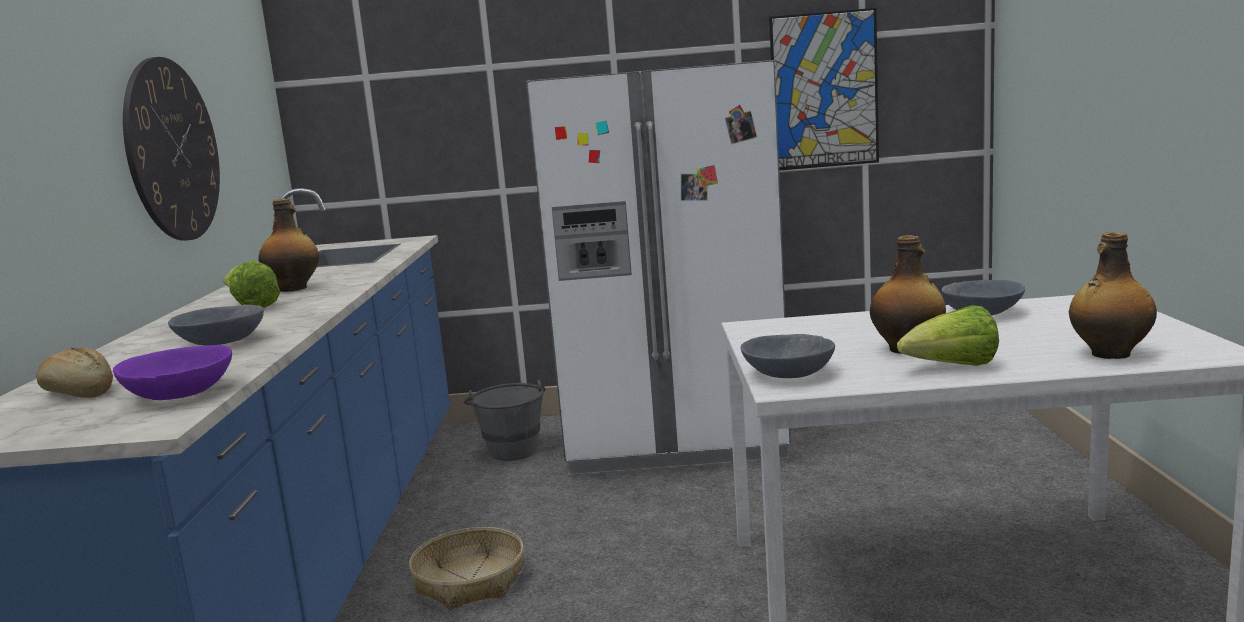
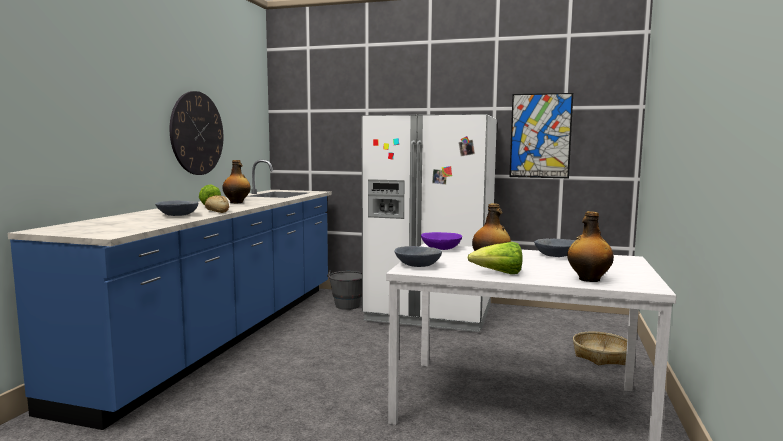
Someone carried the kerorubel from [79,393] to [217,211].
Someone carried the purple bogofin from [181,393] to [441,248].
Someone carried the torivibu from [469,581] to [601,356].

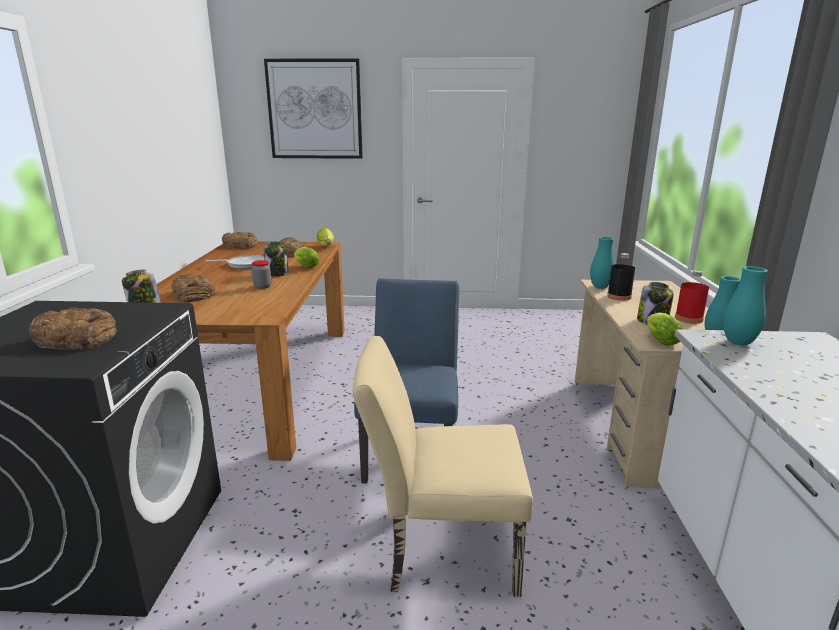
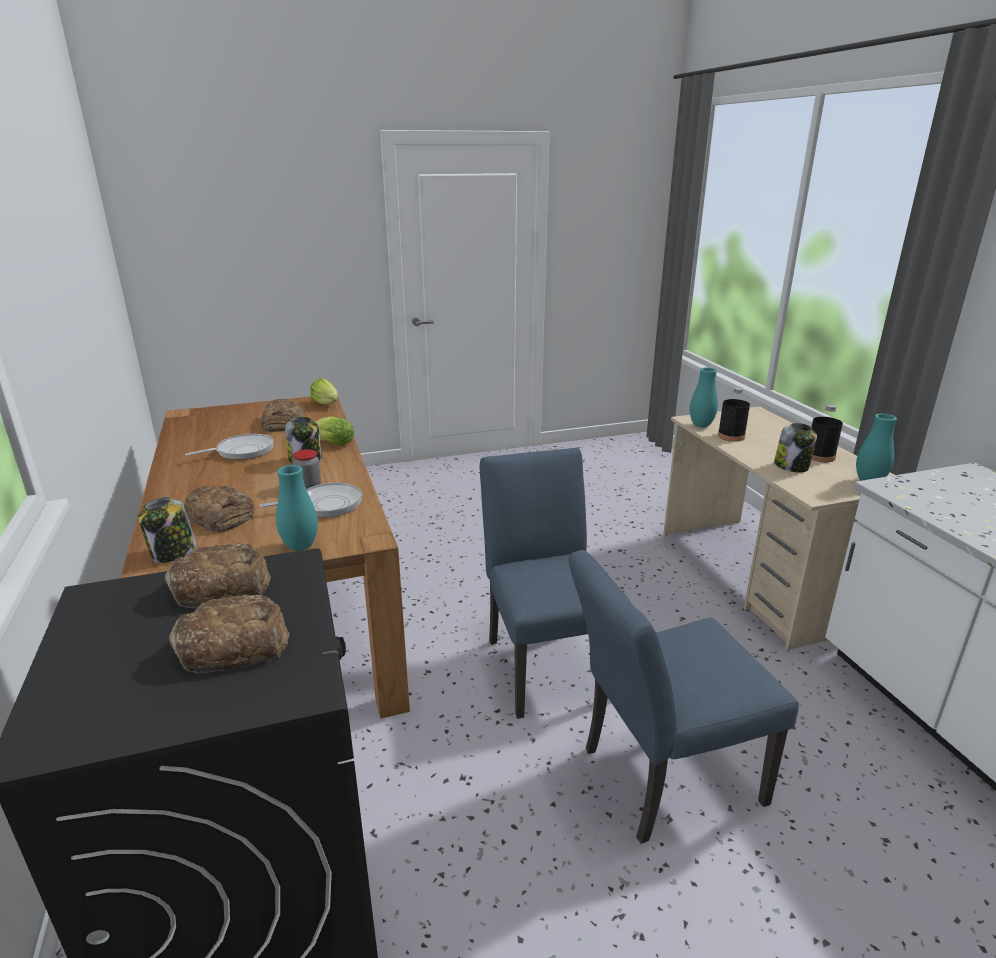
Someone carried the kerorubel from [240,245] to [221,586].
Someone put down the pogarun at [325,505].
Someone carried the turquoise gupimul from [738,342] to [300,547].
Someone repainted the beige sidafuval at [440,551], which became the blue sidafuval at [659,778].
Someone repainted the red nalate at [688,319], which became the black nalate at [820,456].
Someone took away the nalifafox at [315,109].
Someone took away the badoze at [659,340].

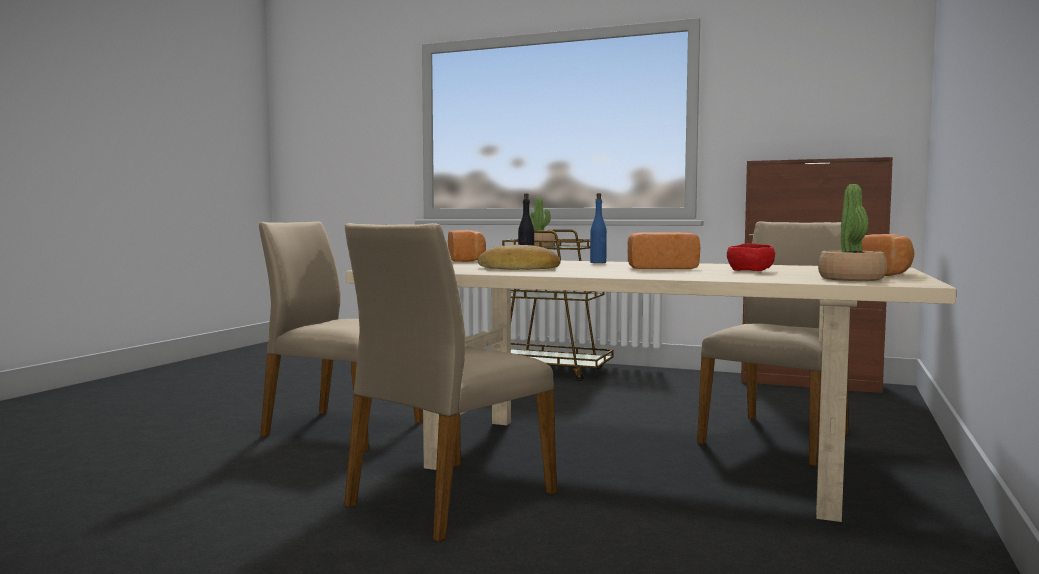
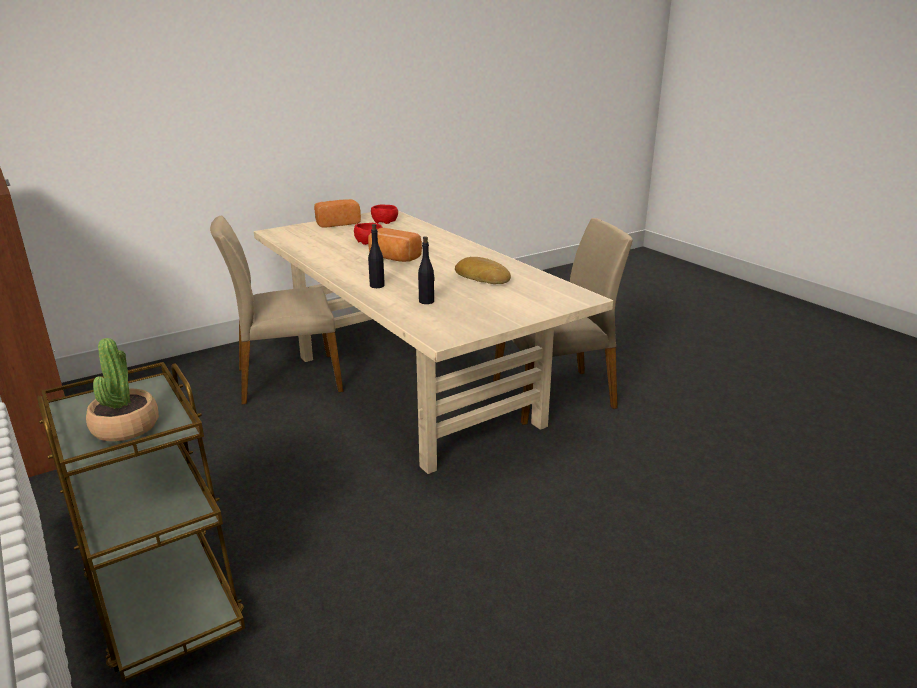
Someone repainted the blue nalate at [598,262], which became the black nalate at [377,285].
Someone swapped the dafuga at [851,279] for the red bogofin at [384,221].
Someone took away the beige sidafuval at [341,429].
Someone took away the kerorubel at [467,260].

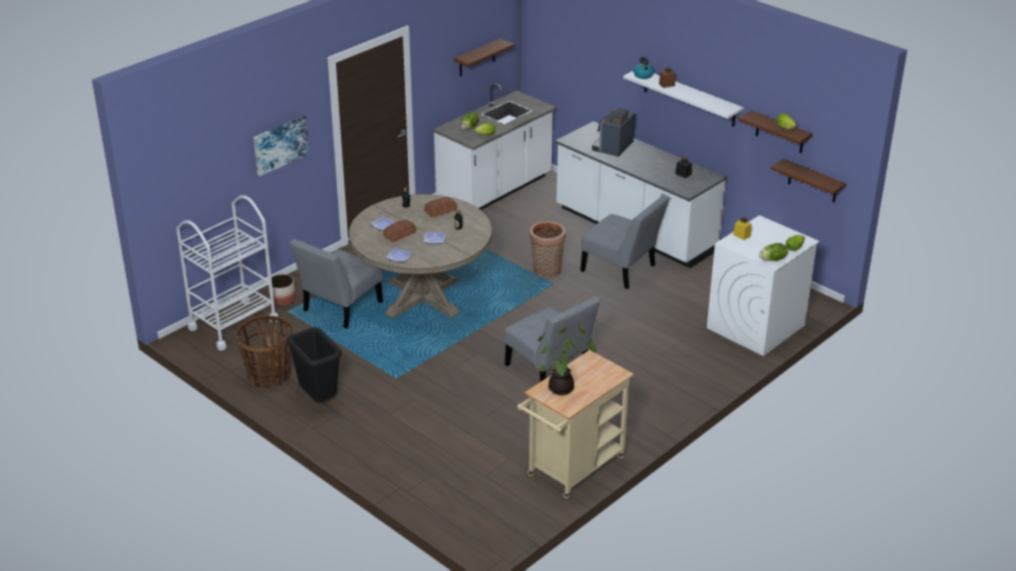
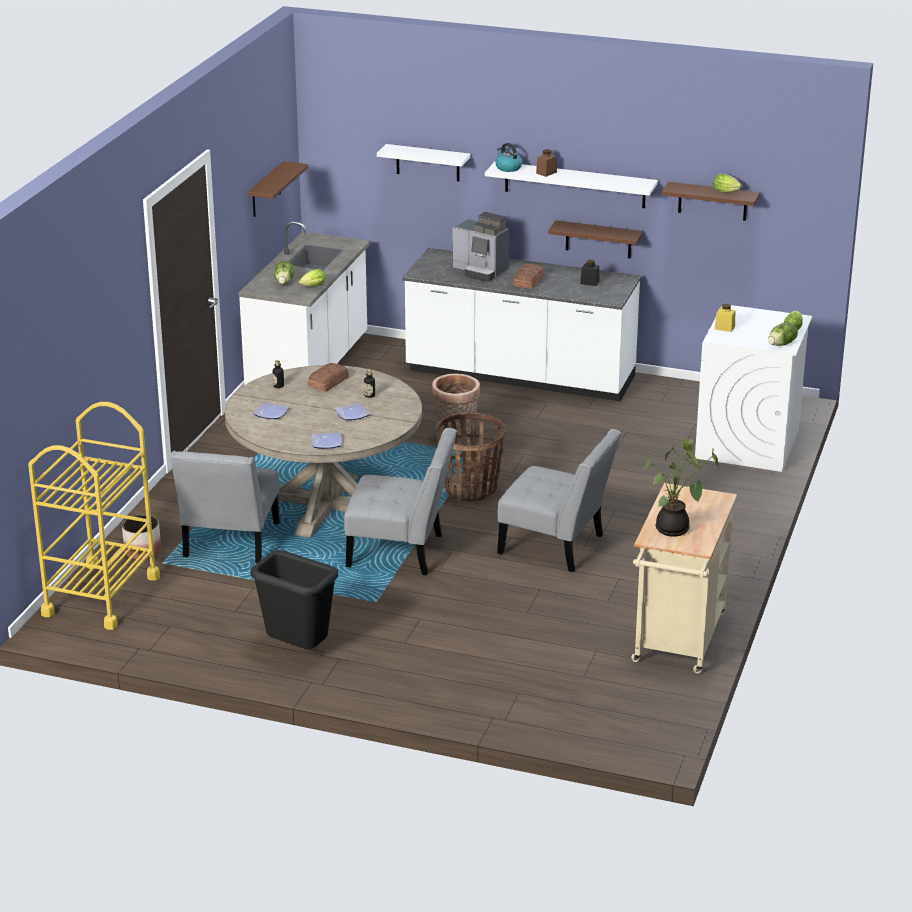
Someone repainted the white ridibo at [233,324], which became the yellow ridibo at [101,595].
Someone carried the grey sidafuval from [621,270] to [401,552].
Someone put up the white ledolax at [428,163].
Someone carried the torivibu from [269,375] to [470,489].
Someone rotated the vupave at [613,148] by 60 degrees counterclockwise.
Someone carried the kerorubel from [400,234] to [529,281].
Someone carried the brown ledolax from [812,181] to [598,239].
Someone took away the nalifafox at [280,144].

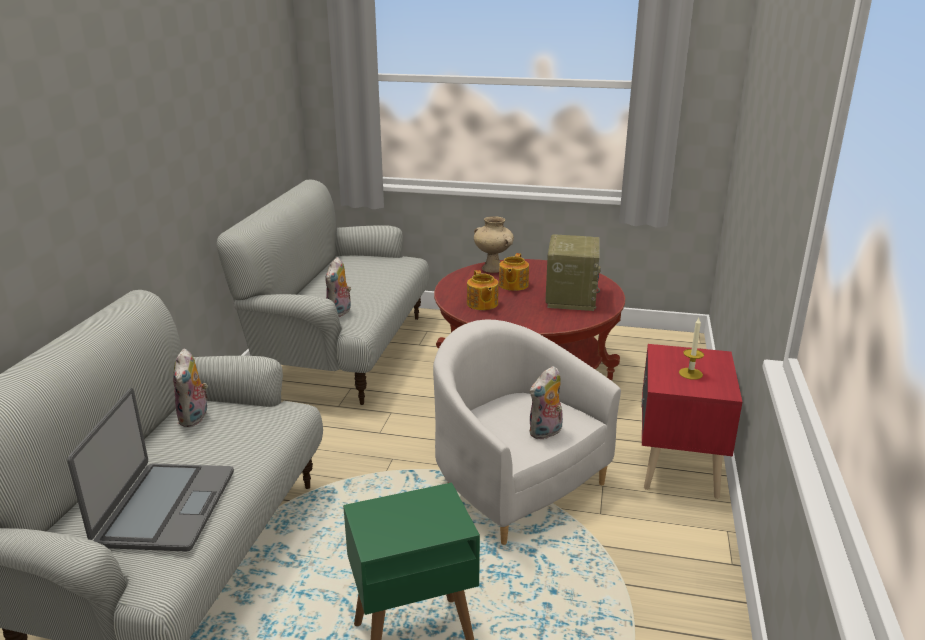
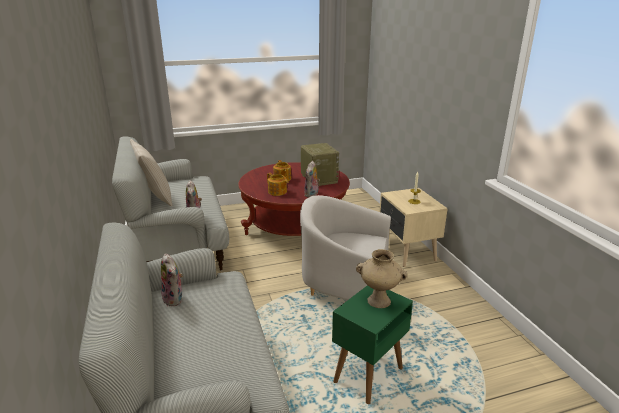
Someone put down the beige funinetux at [154,198].
Someone carried the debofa from [546,433] to [312,195].
Someone carried the beige gupimul from [493,268] to [379,301].
Someone repainted the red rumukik at [677,466], which became the beige rumukik at [407,252].
Someone took away the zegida at [165,507].

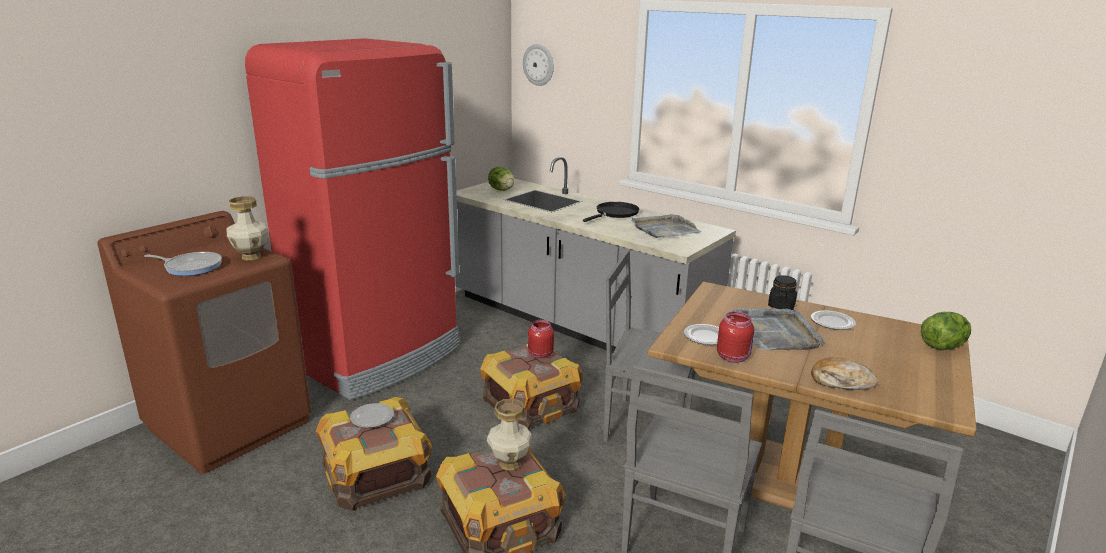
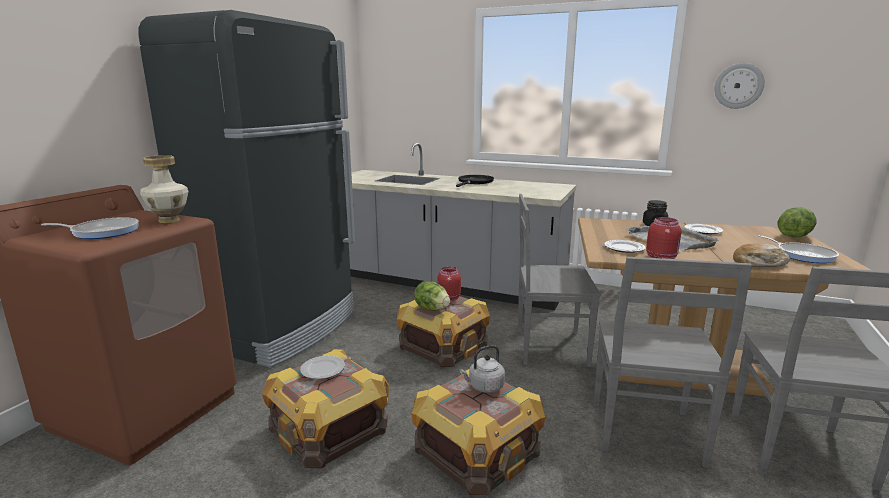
Someone repainted the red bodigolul at [378,356], which became the black bodigolul at [281,328].
Someone carried the badoze from [501,190] to [432,309].
Someone swapped the gupimul at [509,464] for the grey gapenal at [484,387].
Someone carried the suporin from [539,65] to [738,86].
Someone put down the pogarun at [802,255].
Someone took away the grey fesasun at [664,229].

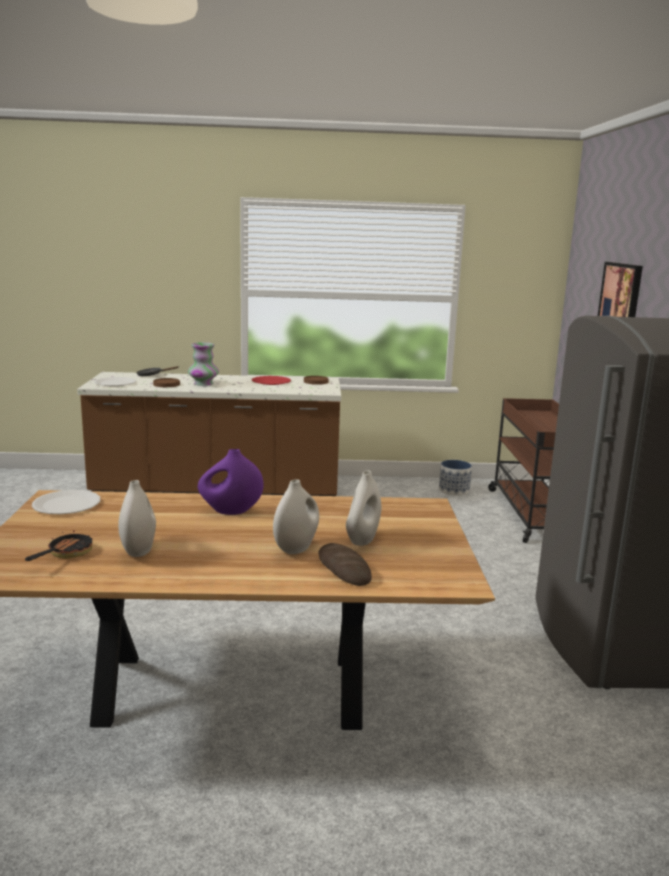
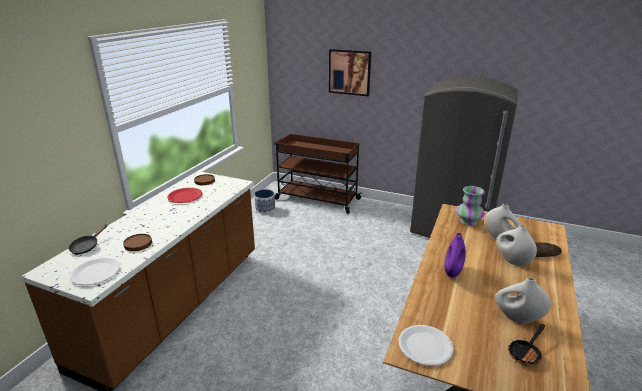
Someone carried the gupimul from [203,384] to [468,221].
Someone rotated the pogarun at [66,554] by 90 degrees counterclockwise.

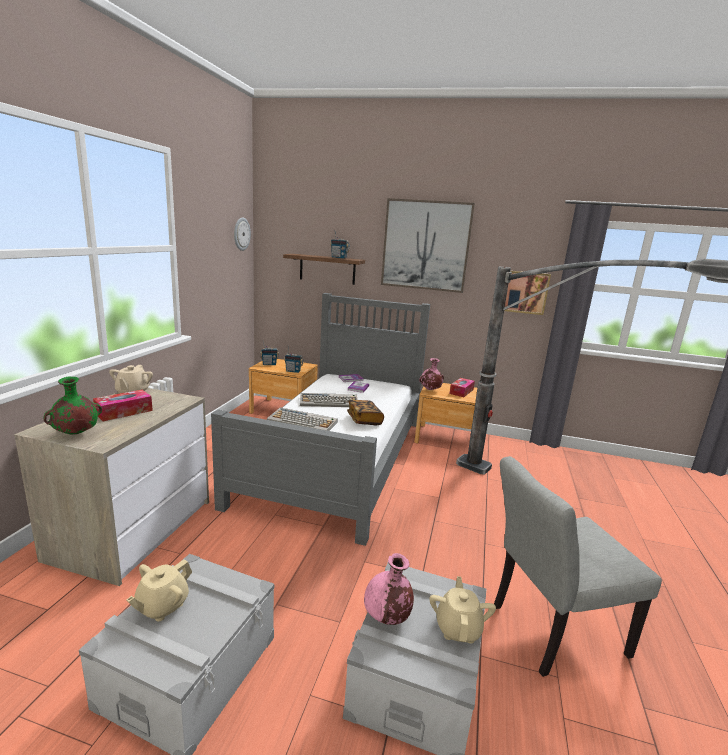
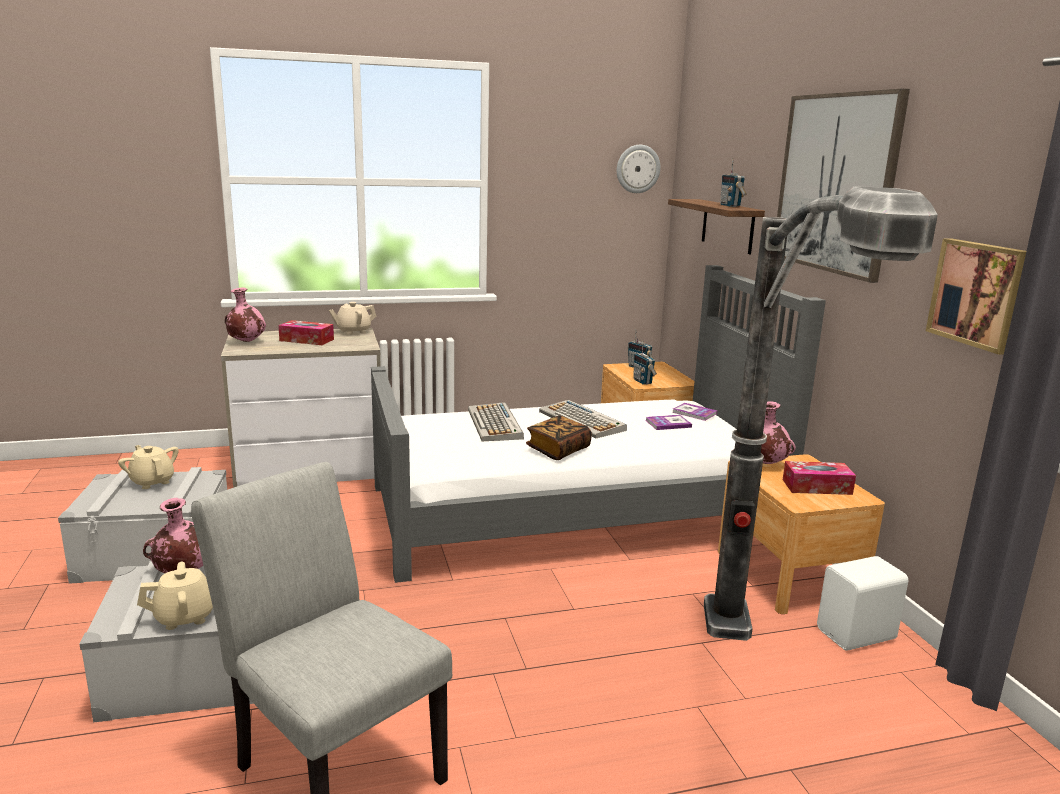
Someone rotated the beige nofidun at [162,606] by 45 degrees clockwise.
Someone repainted the green gupimul at [75,434], which became the pink gupimul at [246,342].
Someone put down the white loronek at [858,635].

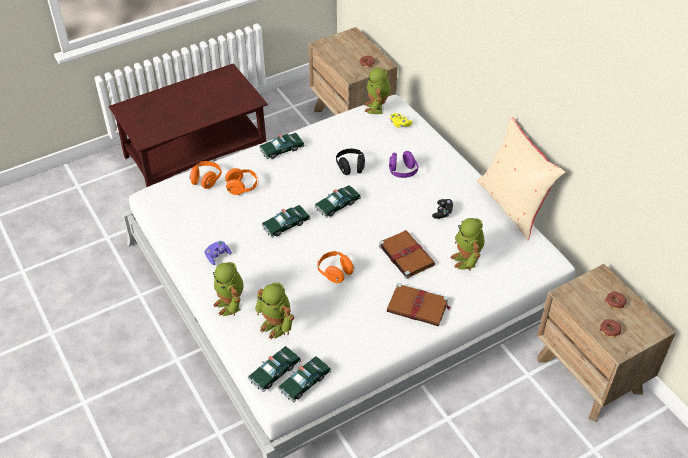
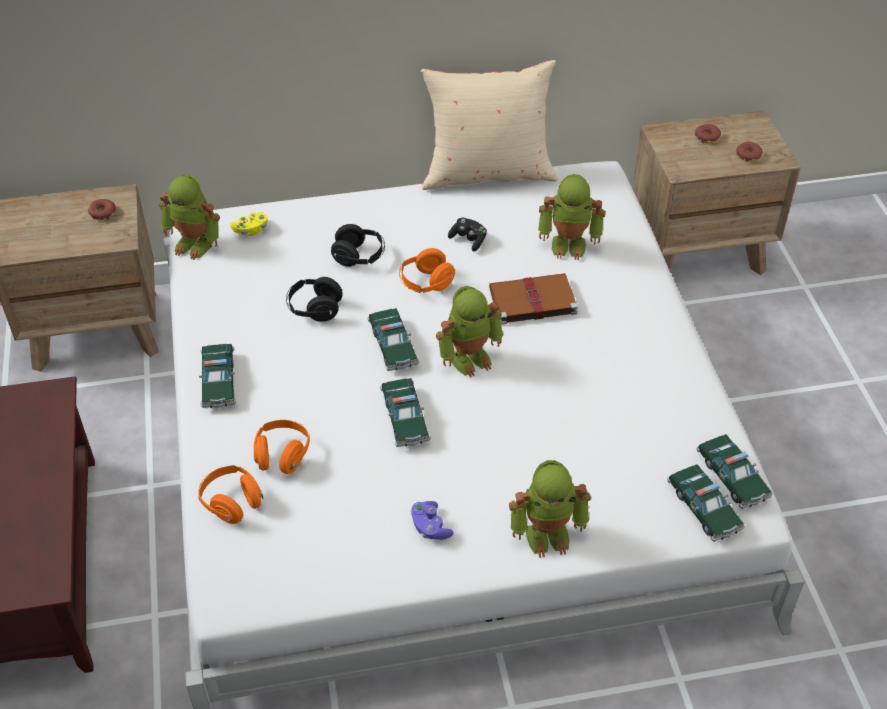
Someone repainted the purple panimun at [402,172], which became the black panimun at [359,257].
Someone carried the orange panimun from [335,272] to [426,283].
Someone carried the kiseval from [276,325] to [469,357].
Someone took away the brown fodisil at [418,307].

